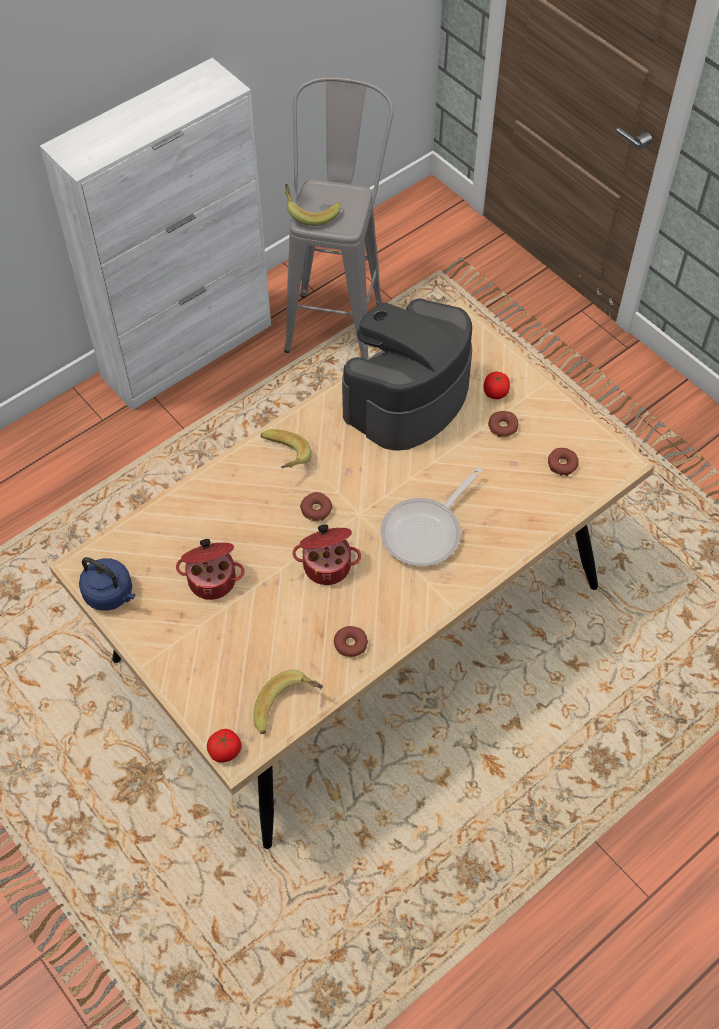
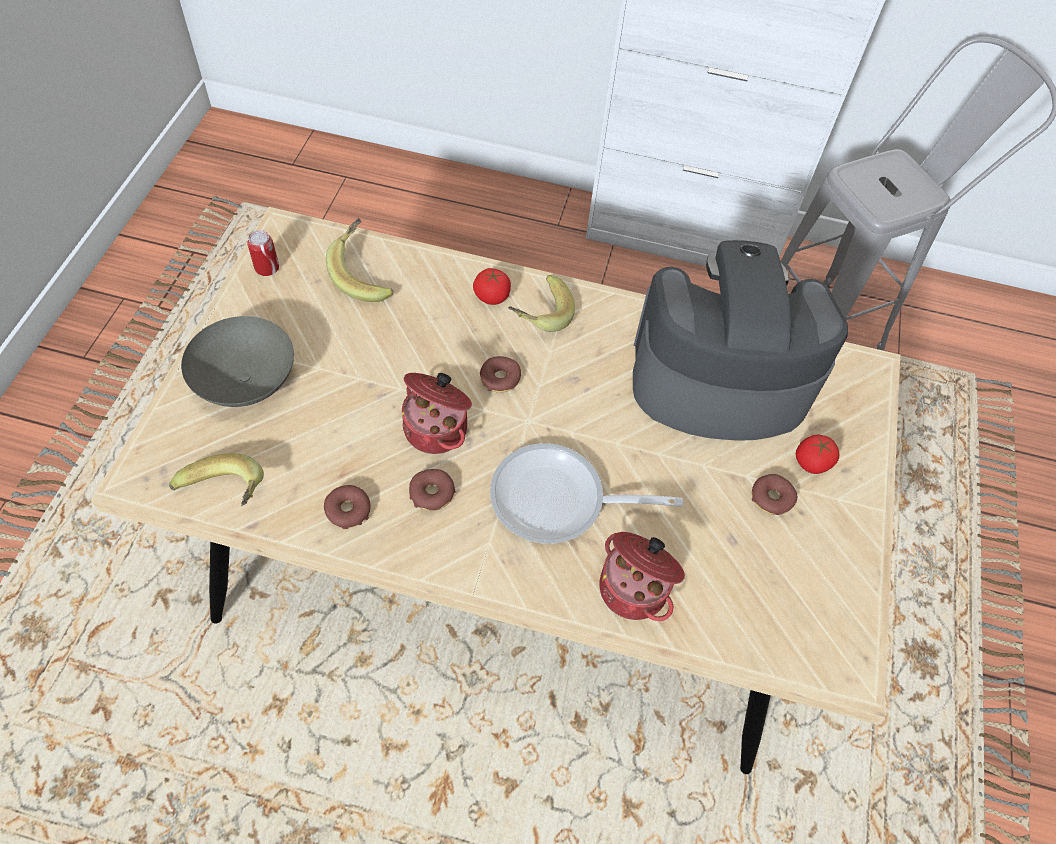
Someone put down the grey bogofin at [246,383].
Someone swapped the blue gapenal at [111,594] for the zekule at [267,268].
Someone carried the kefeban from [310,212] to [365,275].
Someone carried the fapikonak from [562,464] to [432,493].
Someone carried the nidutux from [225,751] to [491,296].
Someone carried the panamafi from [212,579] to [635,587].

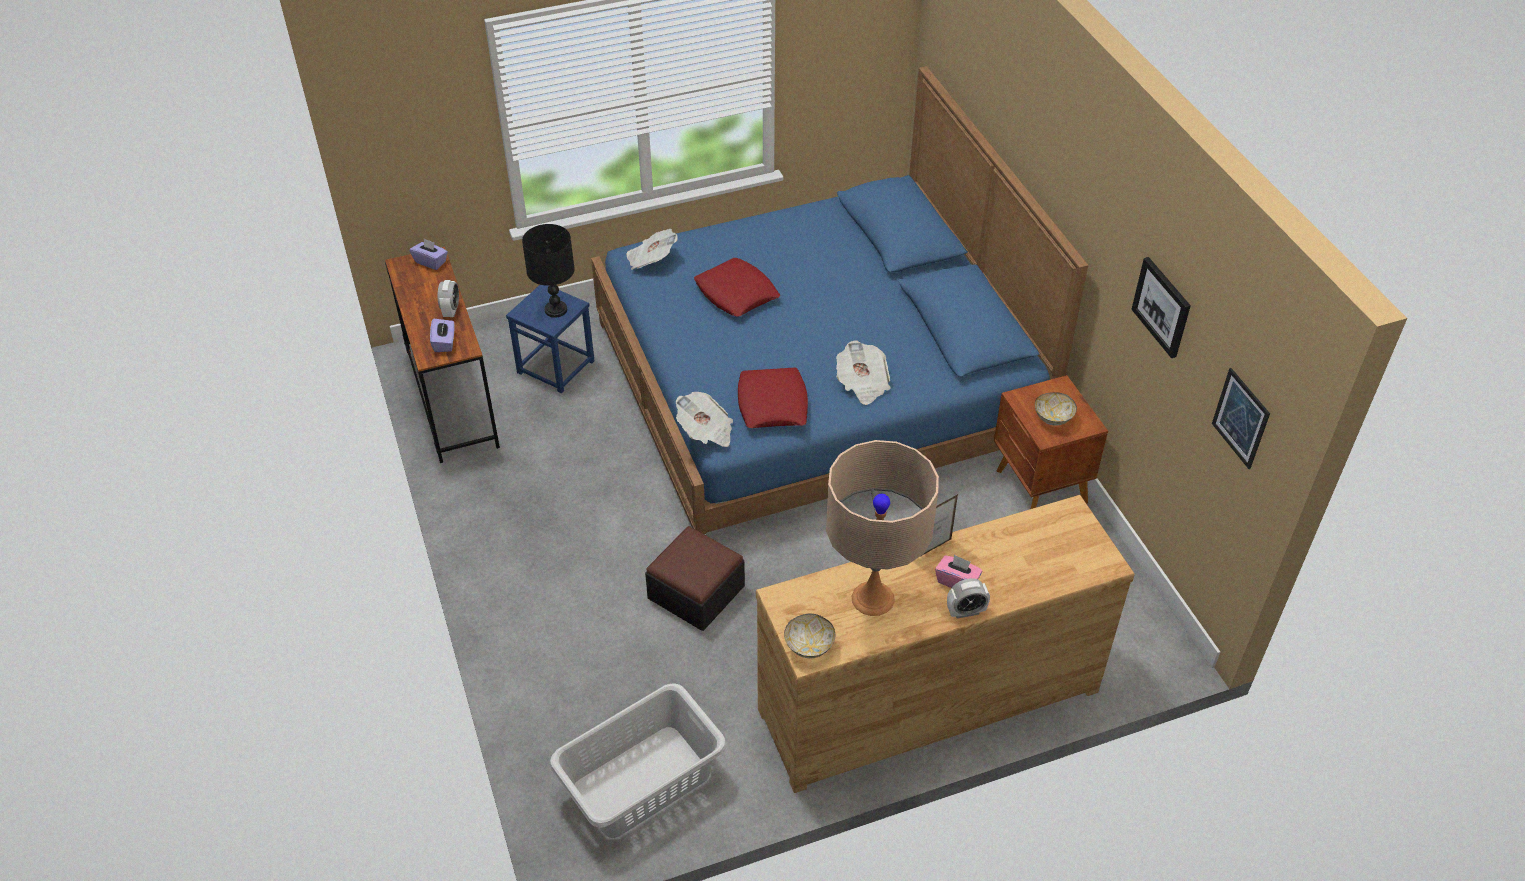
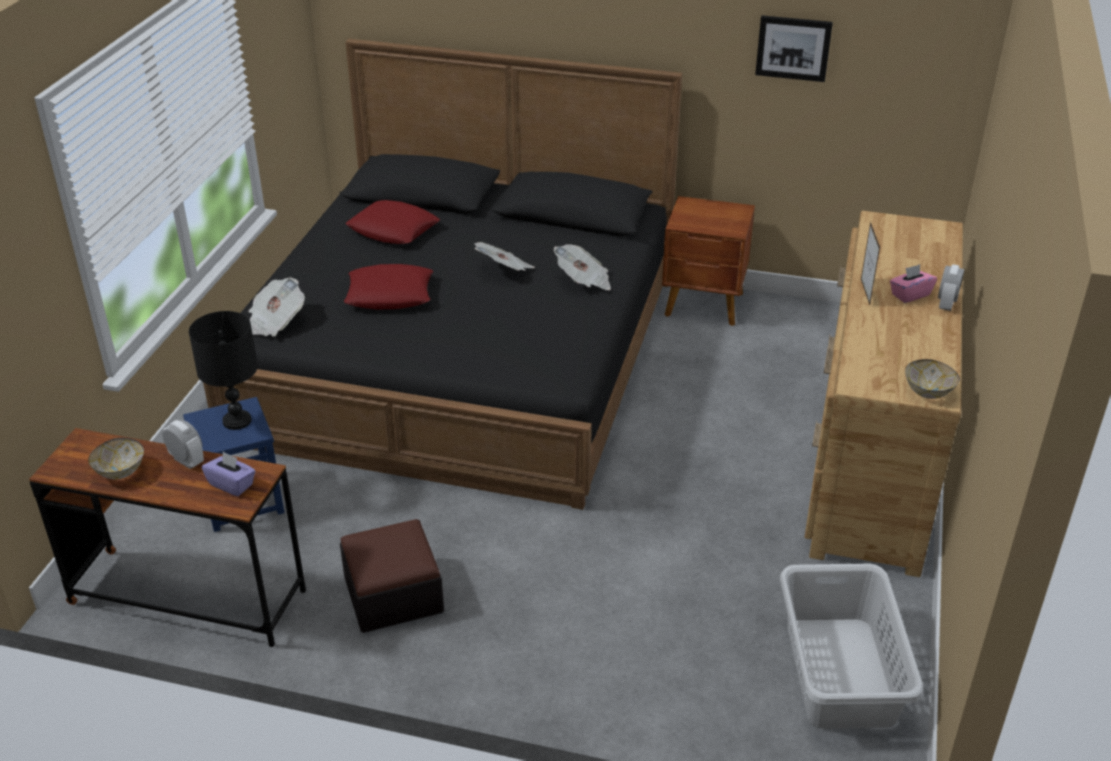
Someone carried the bogofin from [1053,418] to [121,471].
Someone repainted the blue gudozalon at [815,381], which became the black gudozalon at [462,356].
Someone carried the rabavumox from [696,592] to [393,594].
Someone carried the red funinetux from [772,404] to [393,230].
Someone carried the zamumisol from [706,431] to [504,270].
Someone took away the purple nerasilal at [431,262].
Someone took away the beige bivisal at [873,598].
Someone took away the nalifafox at [1240,418].

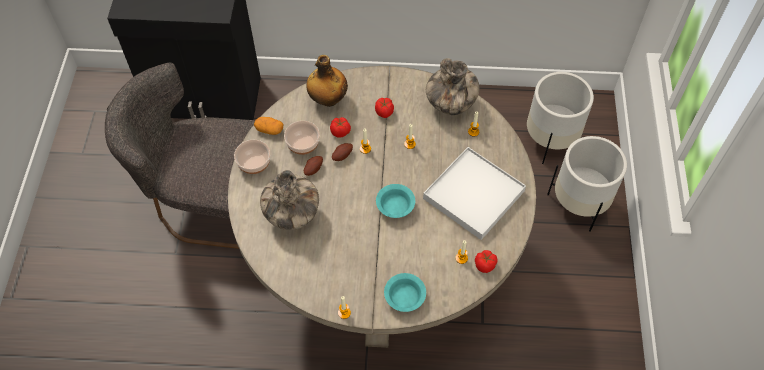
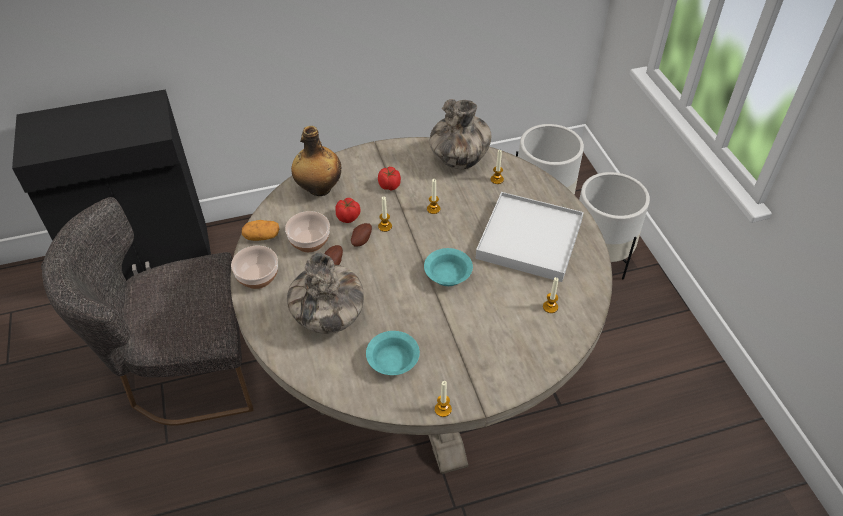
Someone carried the turquoise bogofin from [405,297] to [394,361].
Someone took away the nidutux at [485,265].

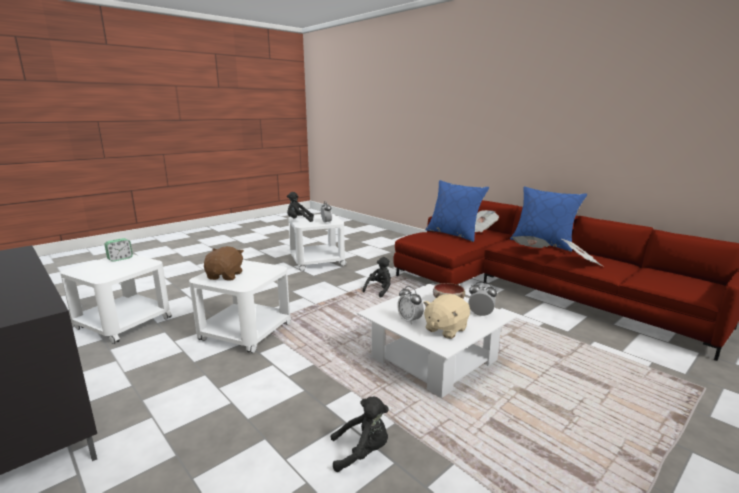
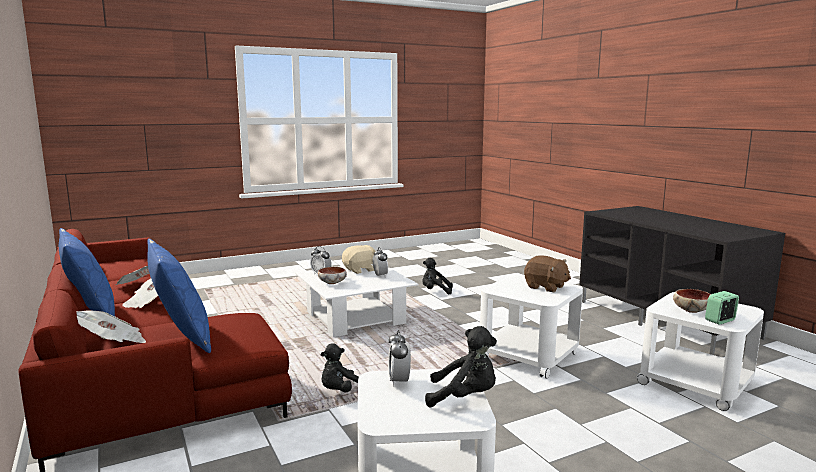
Someone rotated the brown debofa at [225,276] by 75 degrees counterclockwise.
Someone put down the bogofin at [691,310].

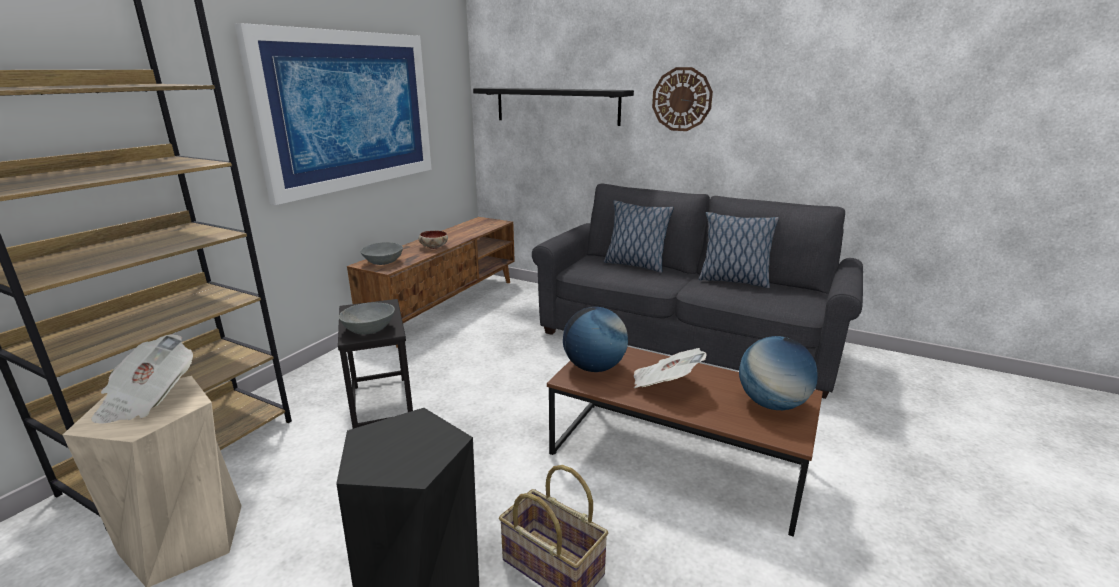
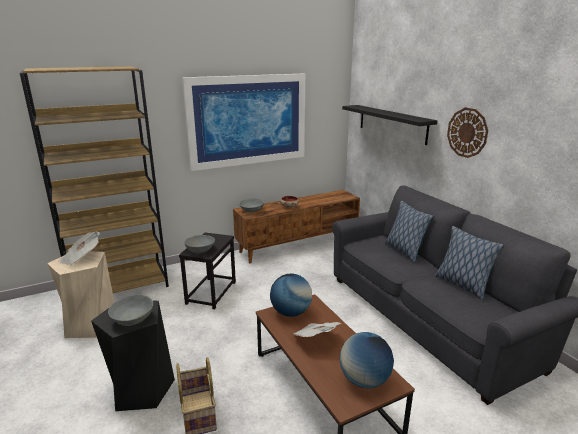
Someone put down the grey bogofin at [132,319].

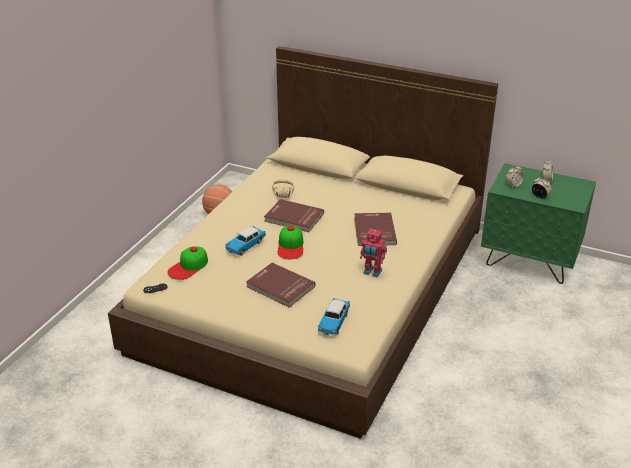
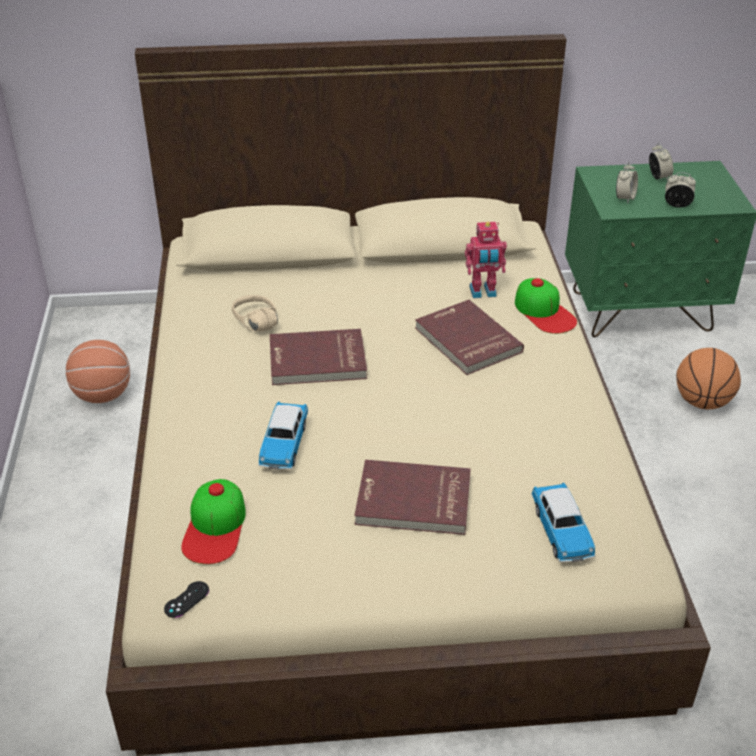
Someone carried the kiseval from [372,272] to [483,292].
Someone carried the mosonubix from [291,246] to [544,312].
Someone put down the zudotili at [702,402].

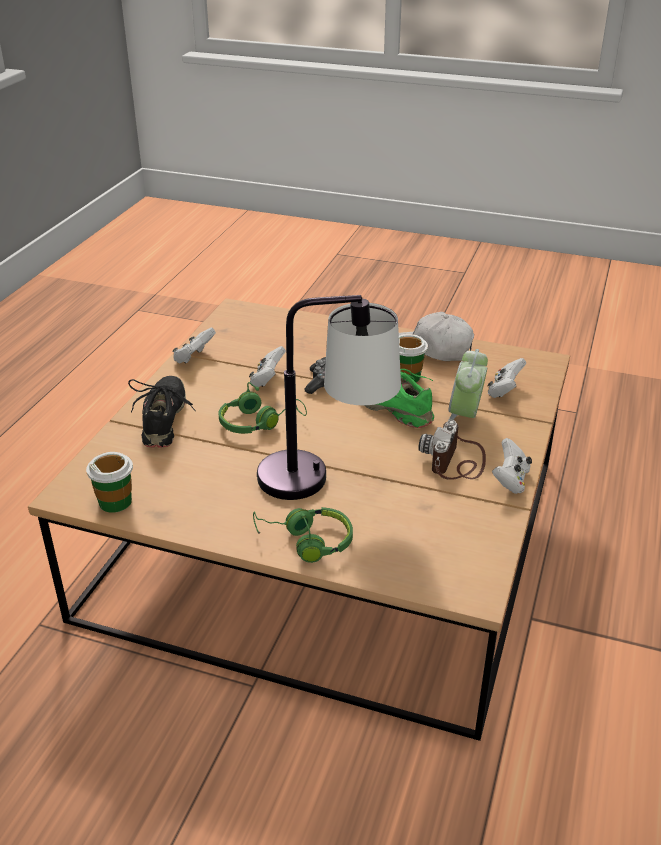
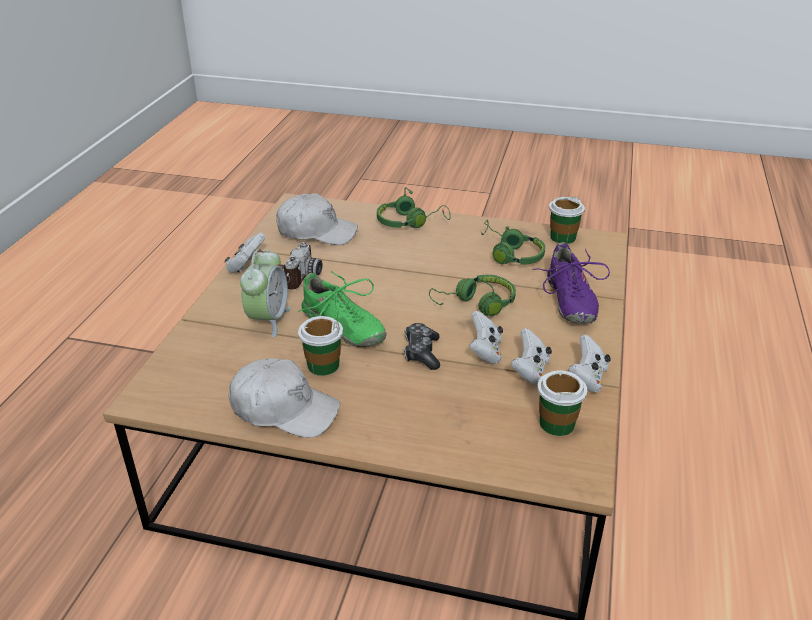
Someone put down the white mosonubix at [316,232].
Someone put down the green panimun at [510,253].
Someone carried the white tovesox from [504,391] to [530,371].
Someone repainted the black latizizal at [165,420], which became the purple latizizal at [569,301].
Someone put down the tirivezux at [557,423].
Someone took away the bivisal at [326,477].

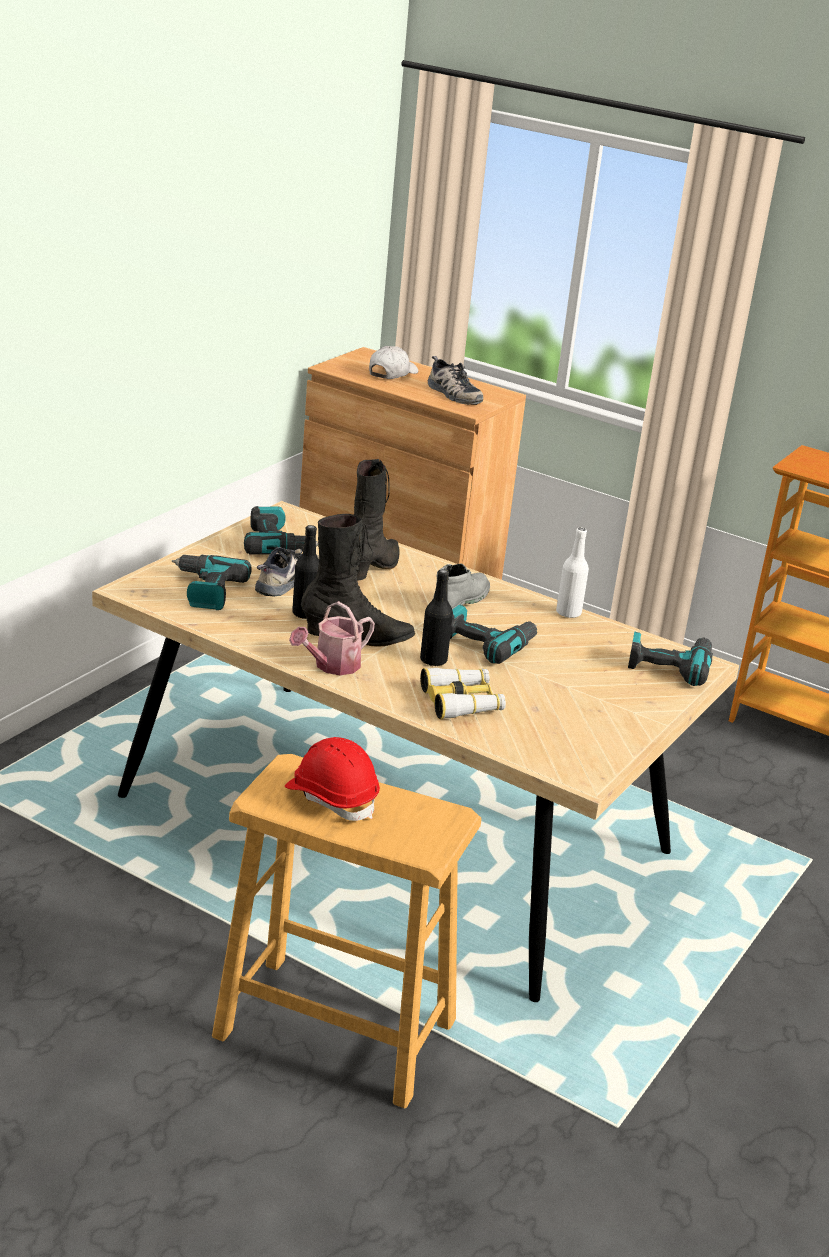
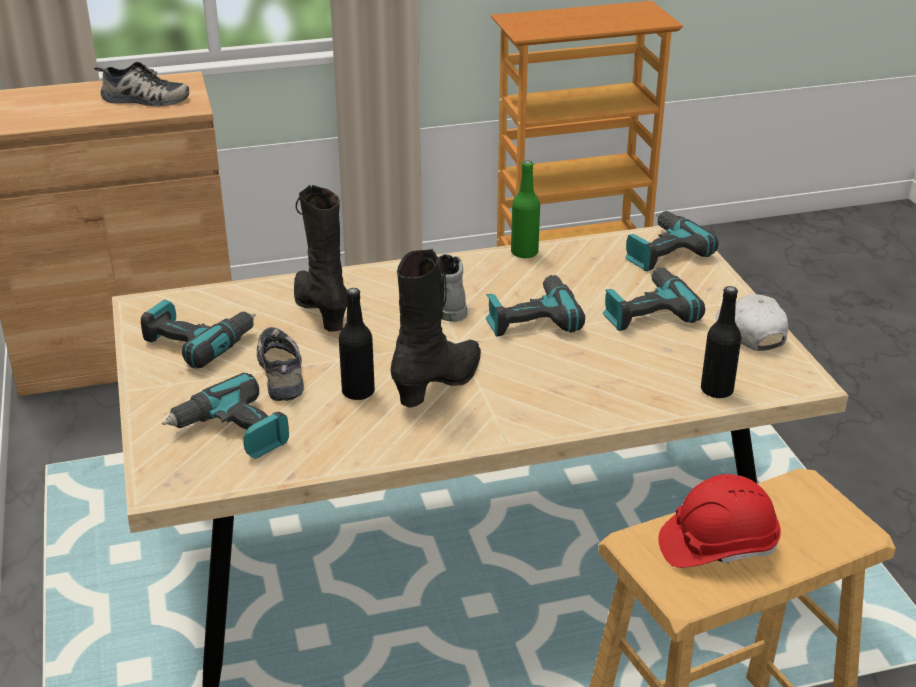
Someone repainted the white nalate at [568,613], which became the green nalate at [524,253].
Someone put down the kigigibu at [646,311].
Someone carried the black nalate from [433,660] to [716,390].
Someone carried the white mosonubix from [392,373] to [750,331].
Someone took away the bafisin at [332,666].
Someone took away the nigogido at [461,702].

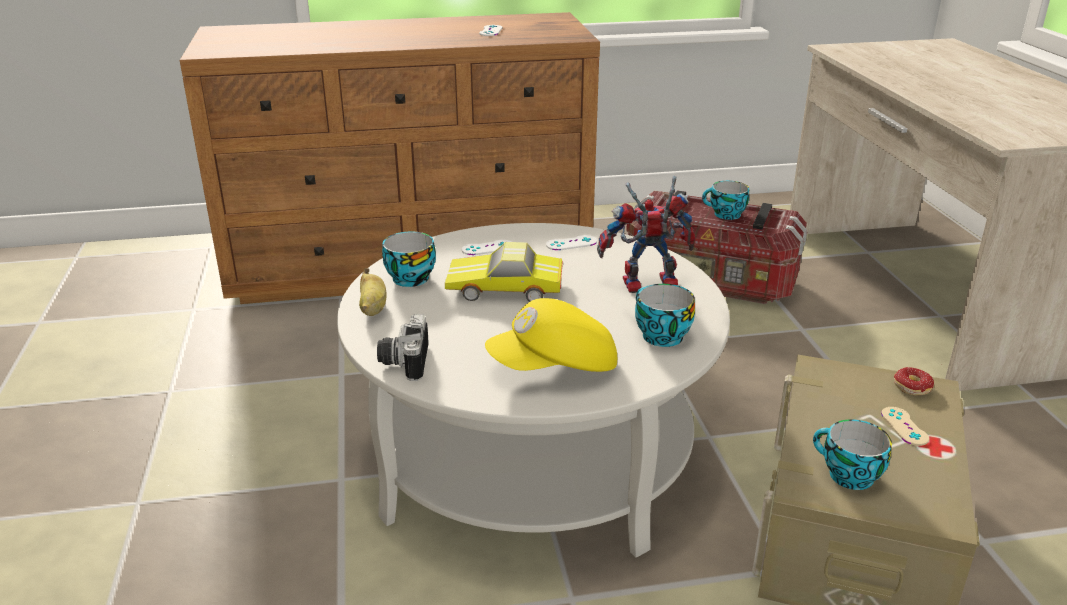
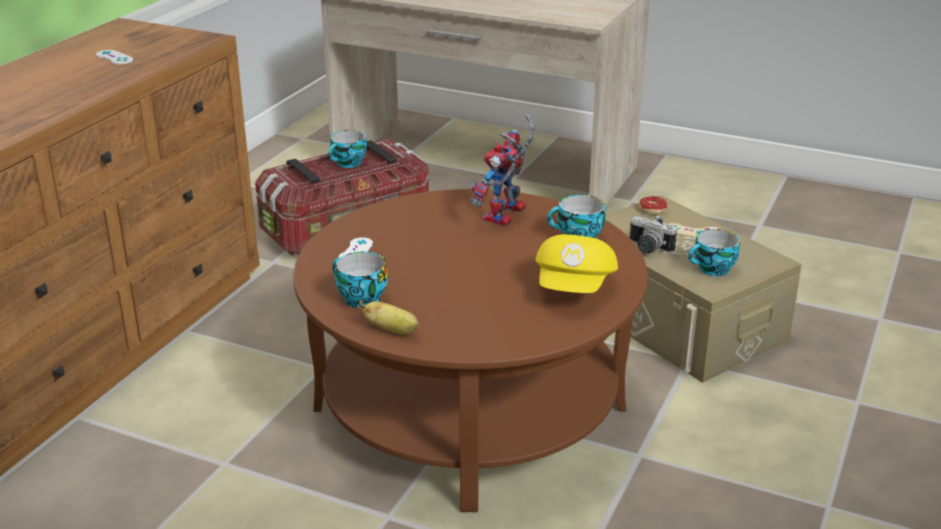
Someone repainted the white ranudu at [533,455], which became the brown ranudu at [470,407].
Someone carried the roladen from [403,362] to [647,249].
Someone took away the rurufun at [506,289].
Someone took away the white tovesox at [571,243].

